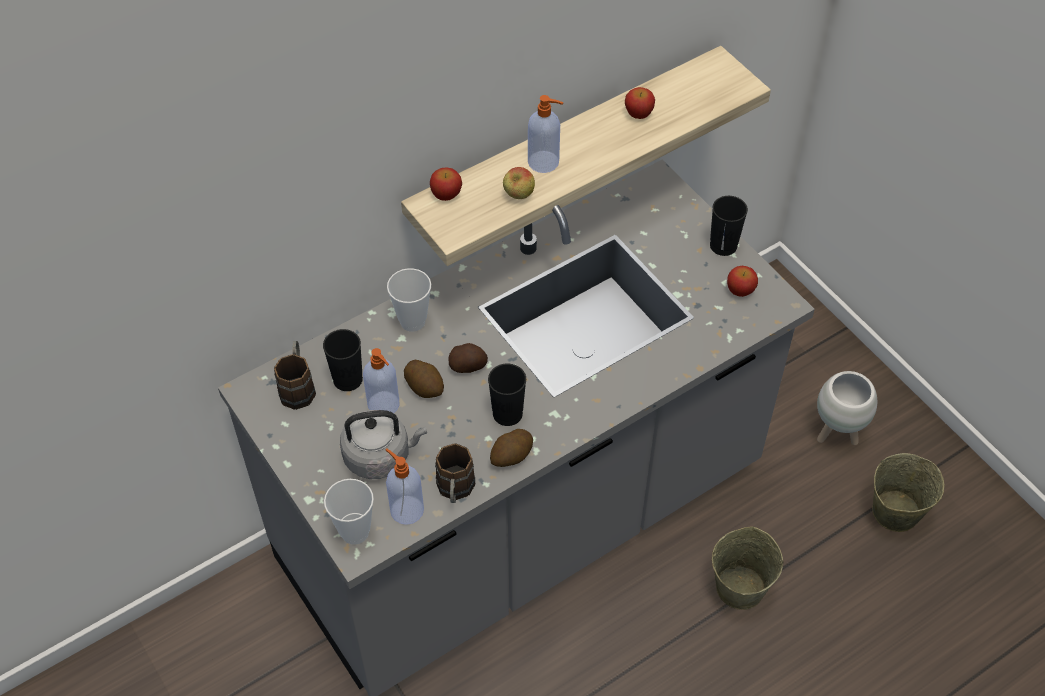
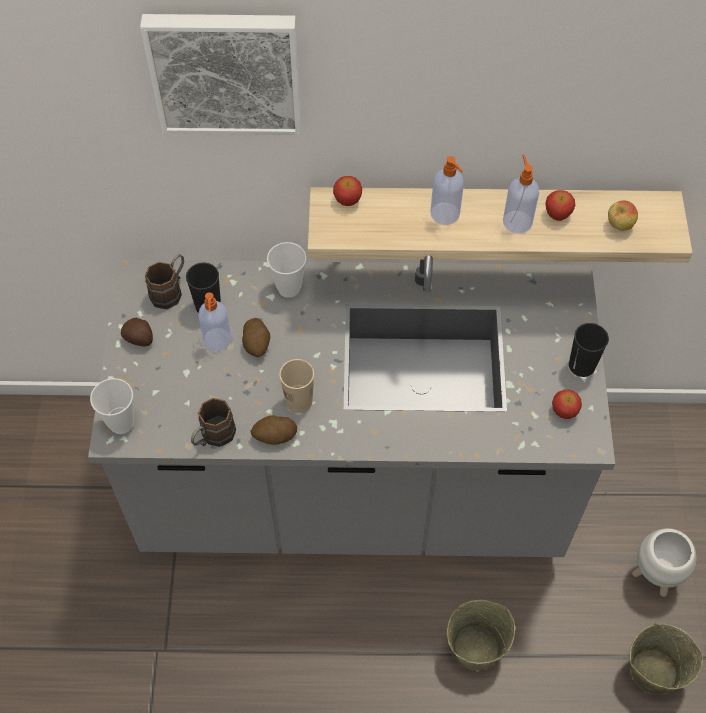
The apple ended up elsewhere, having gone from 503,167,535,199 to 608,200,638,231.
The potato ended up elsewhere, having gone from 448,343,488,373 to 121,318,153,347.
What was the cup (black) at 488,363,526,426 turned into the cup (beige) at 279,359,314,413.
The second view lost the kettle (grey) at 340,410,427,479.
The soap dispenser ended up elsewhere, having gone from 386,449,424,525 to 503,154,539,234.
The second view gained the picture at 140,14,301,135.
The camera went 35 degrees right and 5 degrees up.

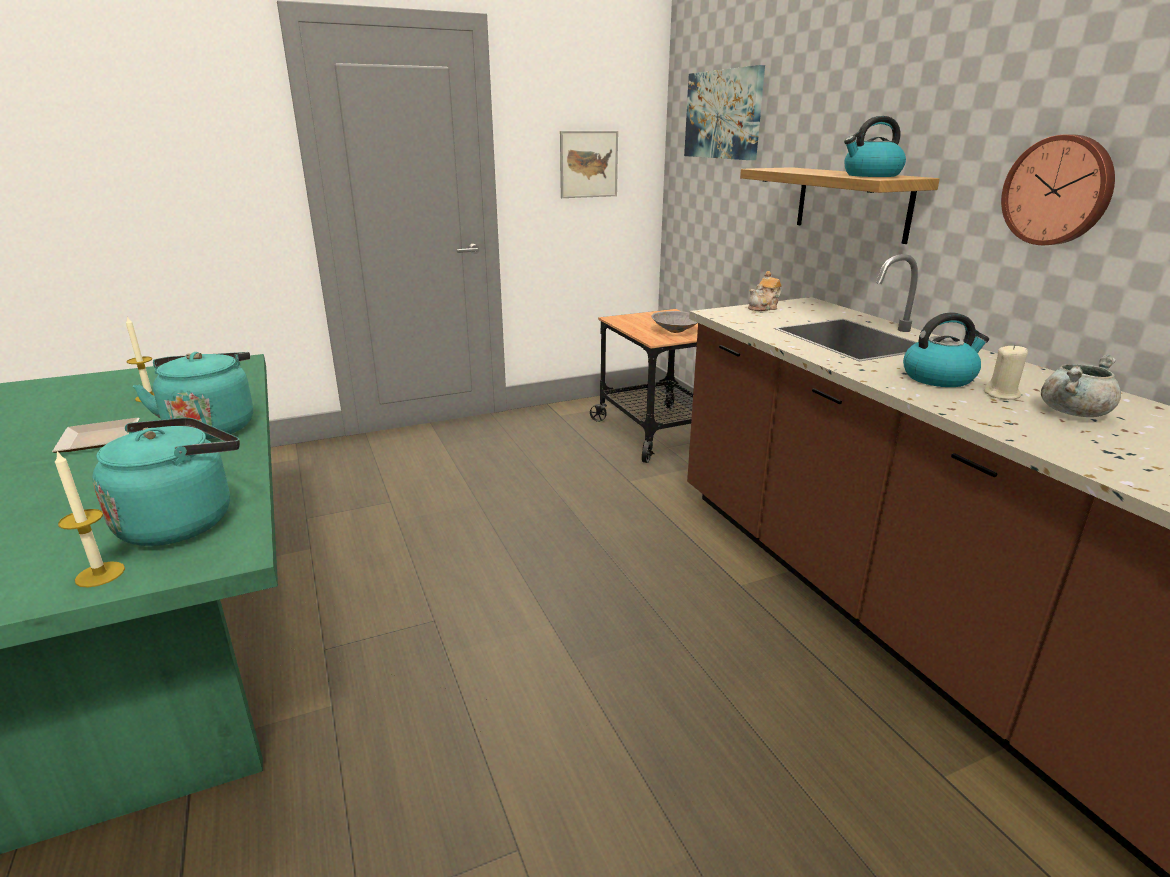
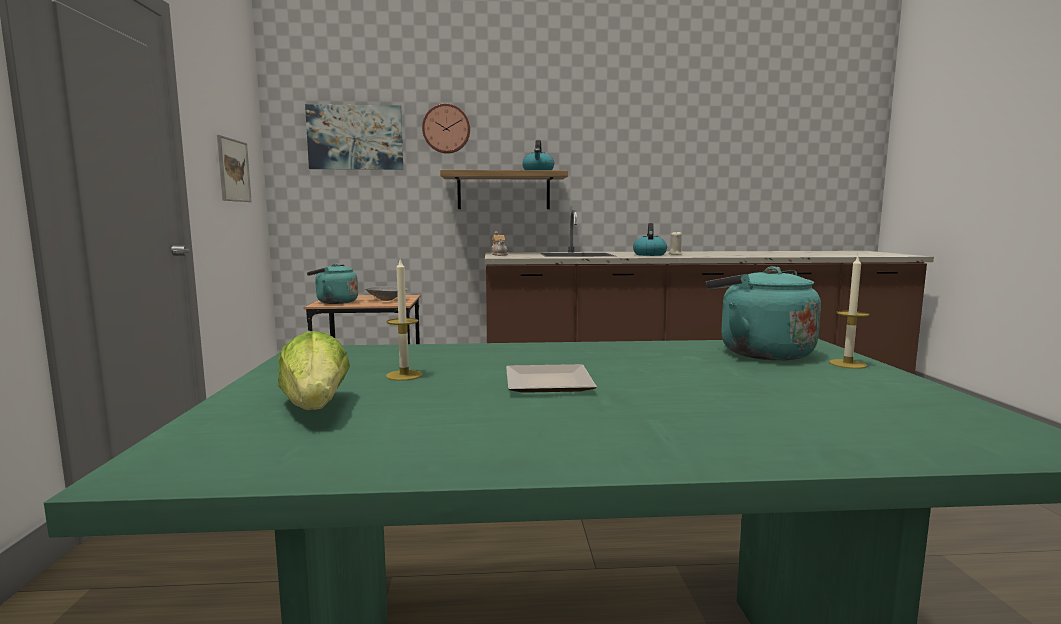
The wall clock ended up elsewhere, having gone from 1001,135,1115,245 to 422,104,470,154.
The kettle (turquoise) ended up elsewhere, having gone from 133,352,253,440 to 307,263,358,304.
The second view lost the cooking pot (grey) at 1041,355,1121,417.
The second view gained the lettuce at 277,331,350,410.
The camera went 70 degrees left and 15 degrees down.

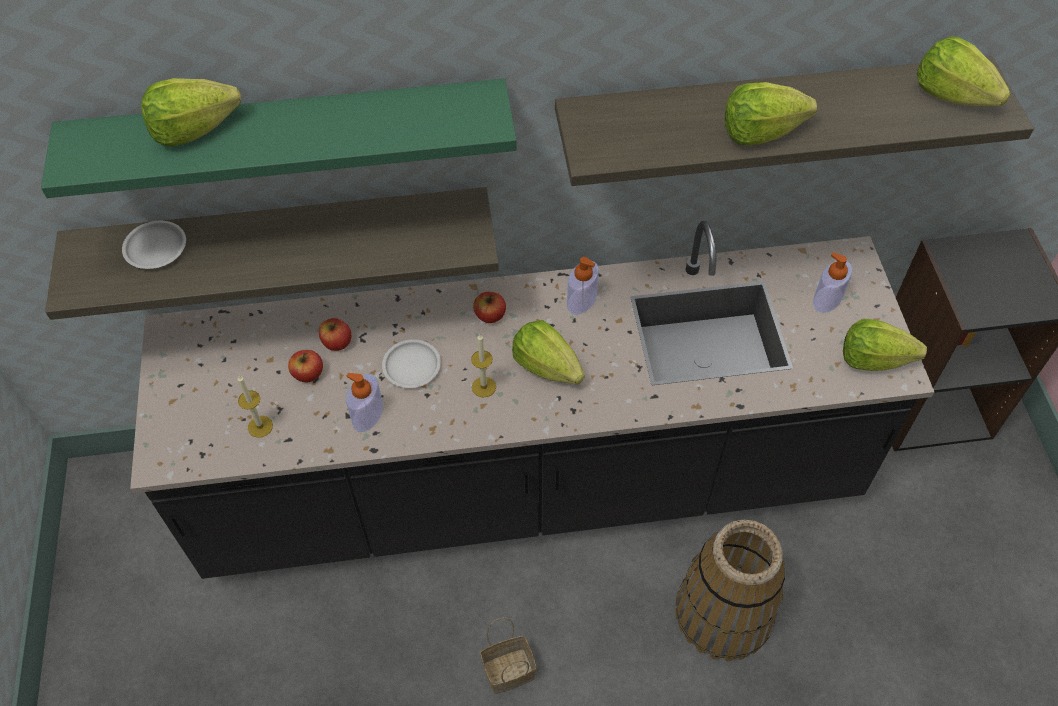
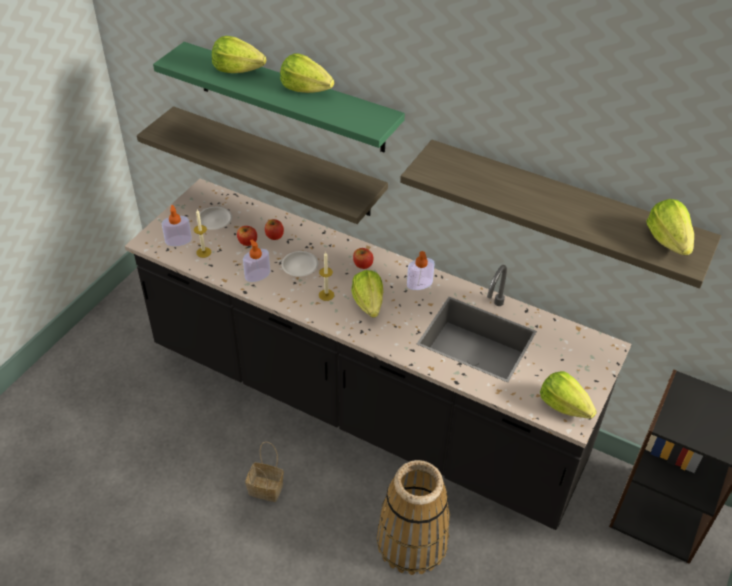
The lettuce ended up elsewhere, having gone from 725,82,817,145 to 280,53,334,93.
The plate (white) ended up elsewhere, having gone from 122,221,186,269 to 200,207,232,230.
The soap dispenser ended up elsewhere, having gone from 813,252,852,313 to 162,205,192,246.
The camera went 35 degrees right and 10 degrees down.

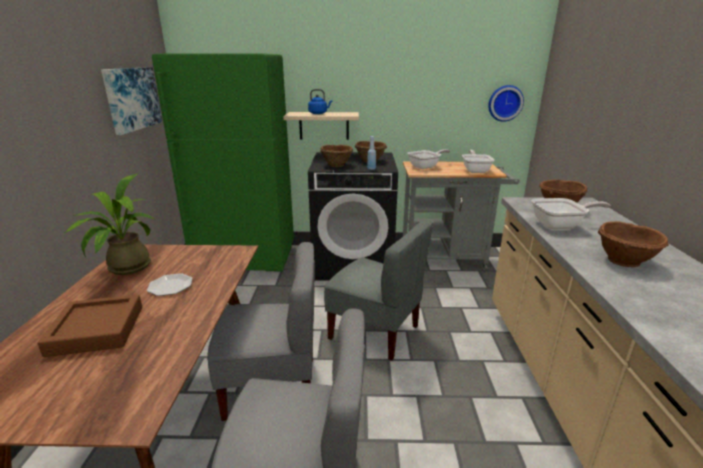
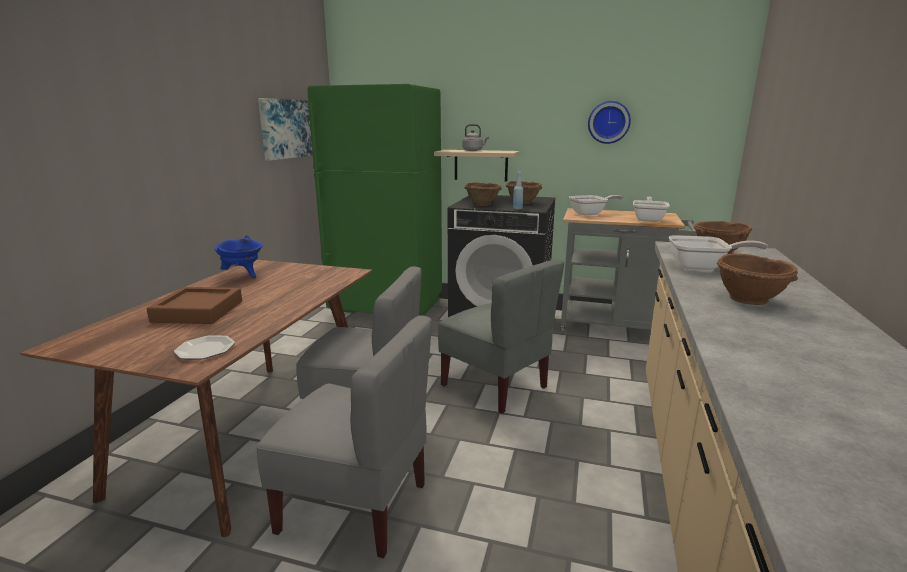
The wall clock ended up elsewhere, having gone from 488,85,524,122 to 588,101,631,144.
What was the kettle (blue) at 308,89,333,114 turned into the kettle (grey) at 462,124,489,151.
Where the potted plant stood at 64,174,156,275, the cooking pot (blue) came to stand at 213,235,263,278.
The plate ended up elsewhere, having gone from 147,273,193,296 to 174,336,235,360.
The camera went 15 degrees right and 5 degrees down.

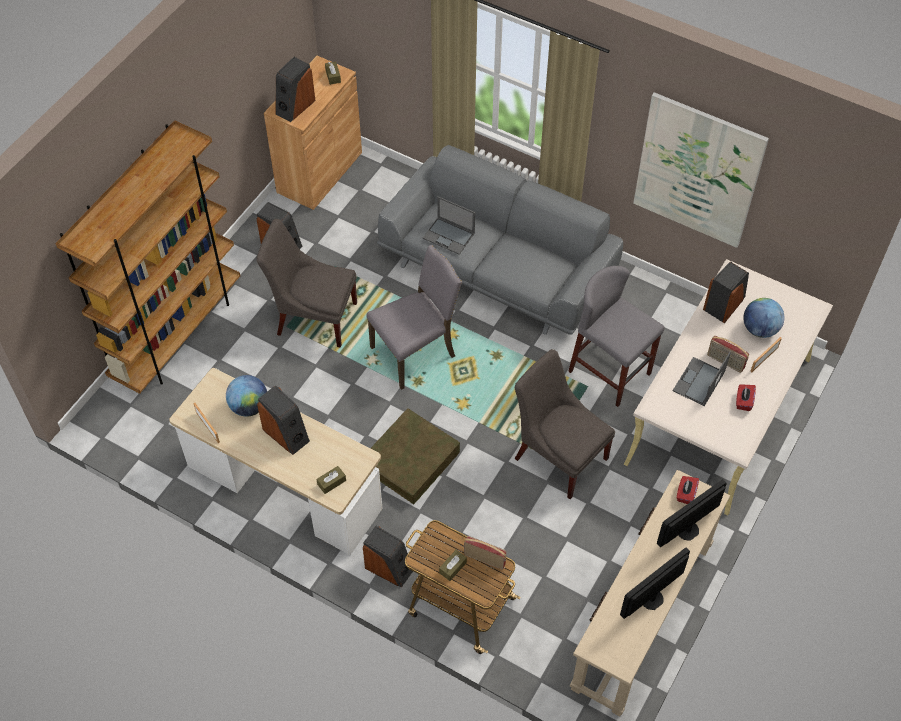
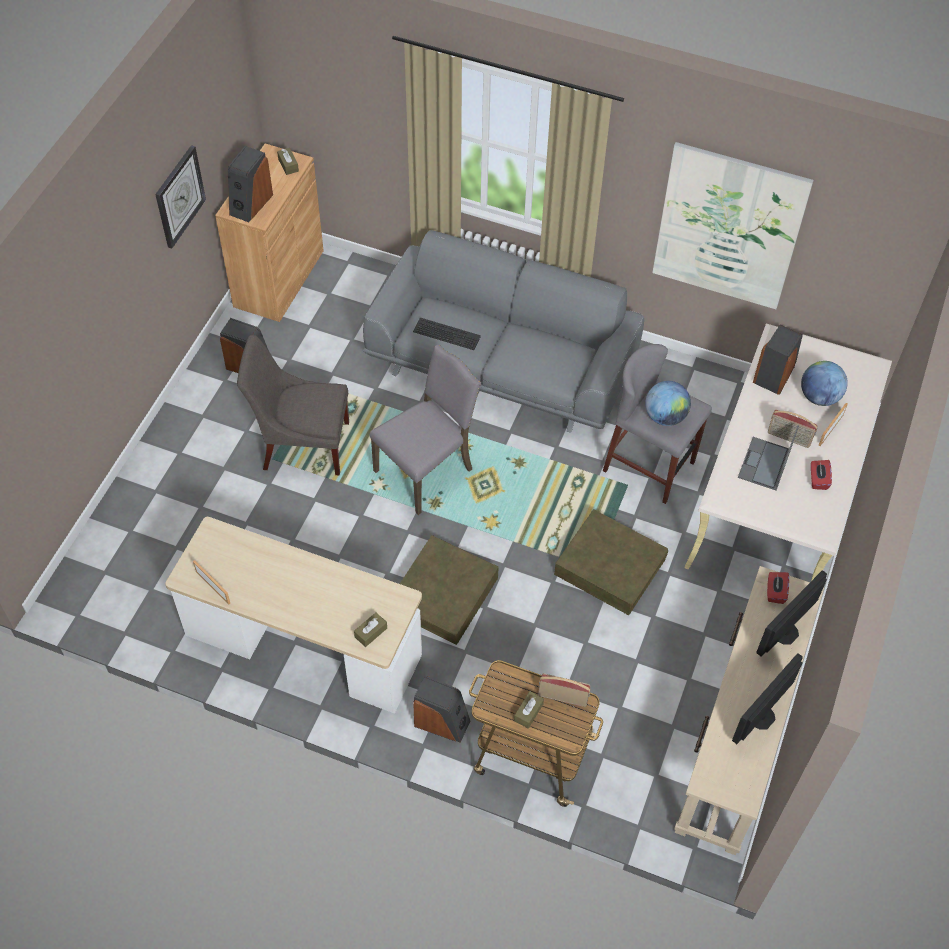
The second view lost the bookcase (brown) at 55,120,240,394.
Where the laptop stood at 423,196,475,255, the keyboard came to stand at 413,318,481,350.
Where the chair (grey) stood at 515,349,615,499, the storage box (brown) came to stand at 554,509,668,615.
The globe ended up elsewhere, having gone from 226,375,267,417 to 645,381,691,426.
The second view lost the speaker at 257,385,310,455.
The second view gained the wall clock at 155,145,206,249.
The camera went 10 degrees left and 0 degrees up.

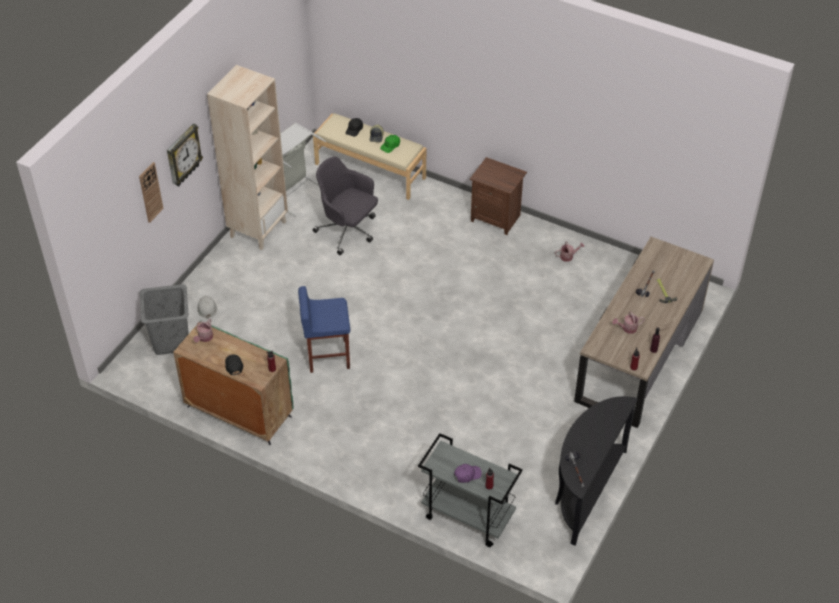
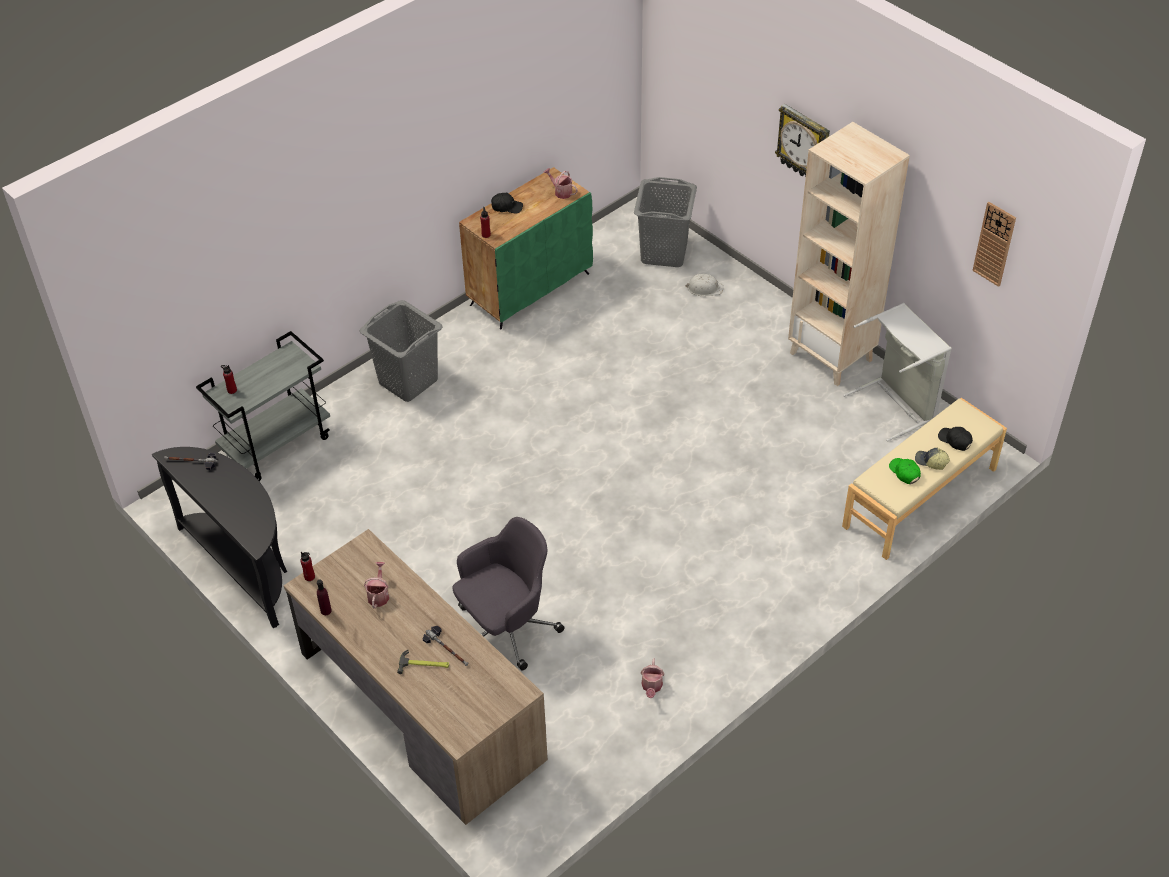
The office chair (grey) ended up elsewhere, having gone from 312,156,378,255 to 452,517,564,671.
The second view lost the nightstand (brown) at 470,157,527,235.
The wall clock ended up elsewhere, having gone from 139,162,164,223 to 972,202,1016,287.
The second view lost the stool (blue) at 298,286,350,373.
The second view lost the cap (purple) at 454,464,482,483.
The second view gained the laundry basket (grey) at 360,300,443,402.
The camera went 110 degrees right and 0 degrees up.

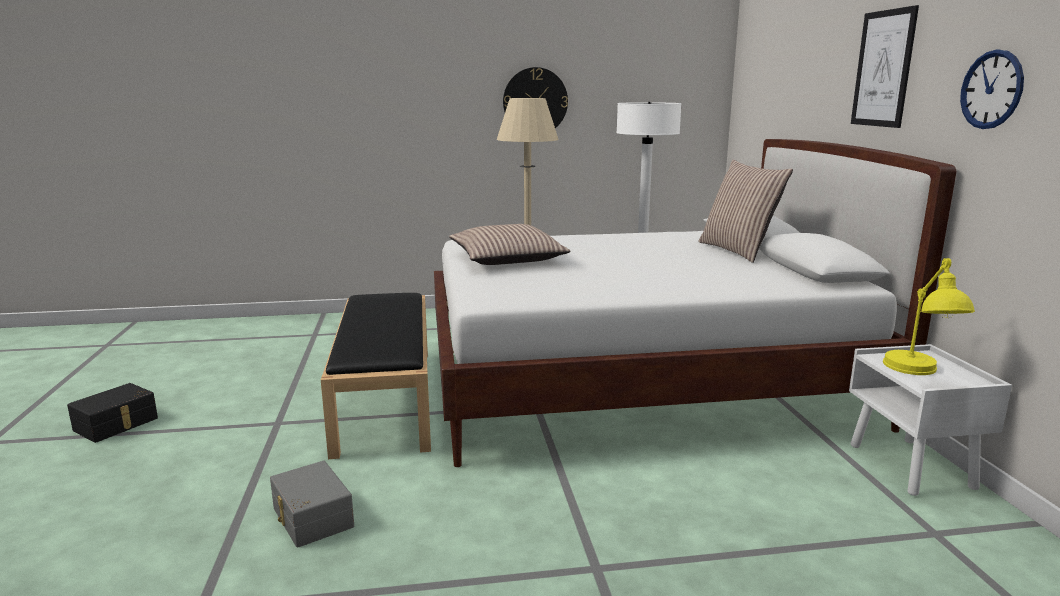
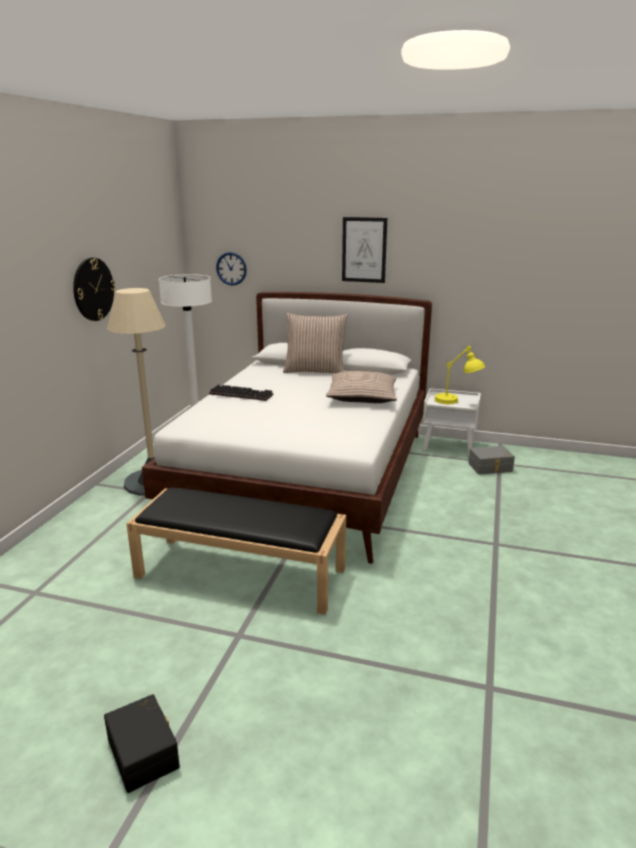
The wall clock ended up elsewhere, having gone from 960,50,1024,129 to 216,252,247,285.
The pillow ended up elsewhere, having gone from 449,224,570,265 to 326,371,397,403.
The storage box (grey) ended up elsewhere, having gone from 270,461,354,547 to 468,446,515,475.
The second view gained the keyboard at 209,385,273,401.
The camera went 65 degrees left and 5 degrees up.

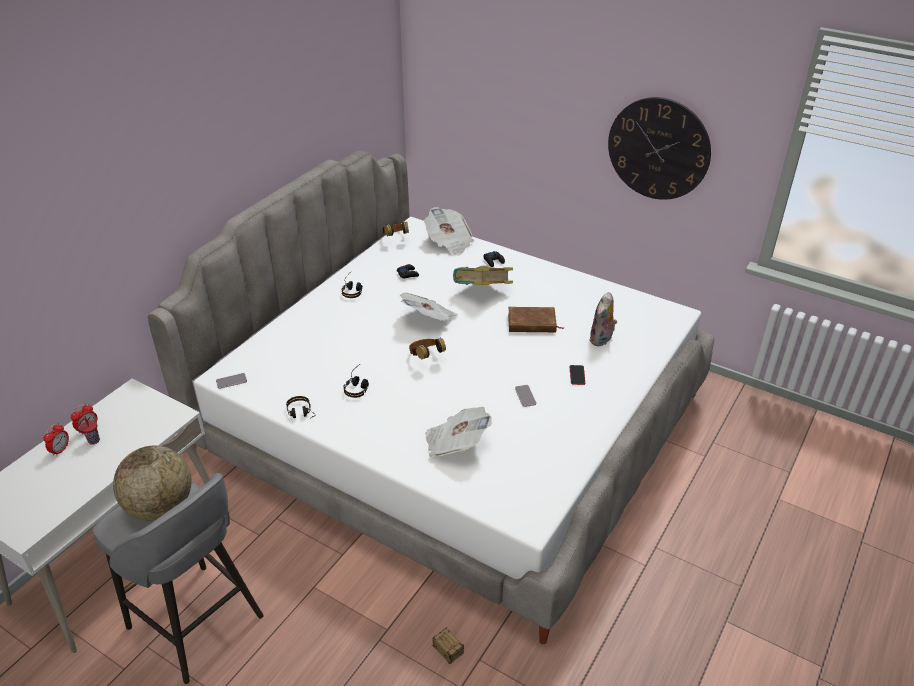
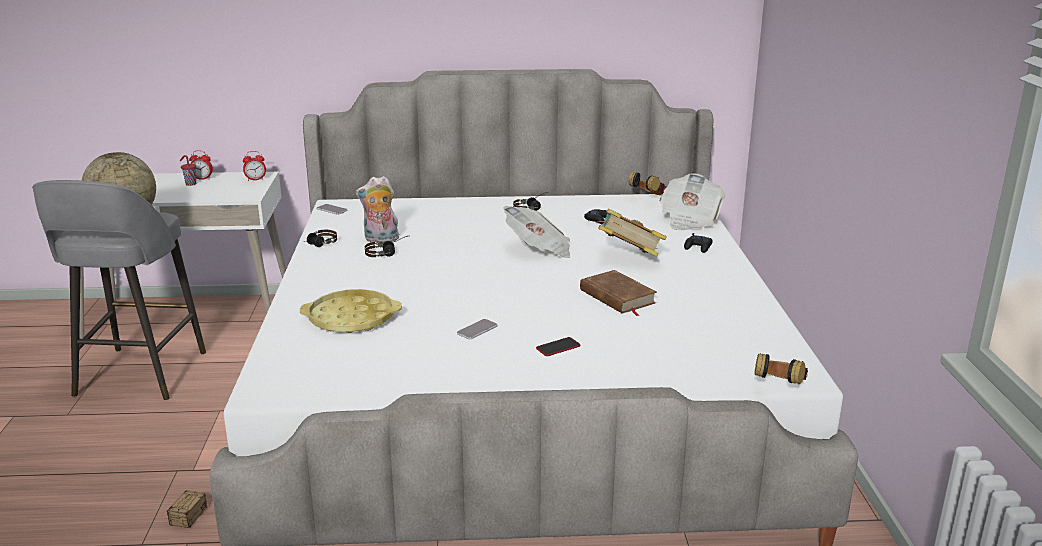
The second view lost the wall clock at 608,97,711,200.
The plush toy ended up elsewhere, having gone from 589,292,617,346 to 355,176,399,242.
The headphones ended up elsewhere, having gone from 409,338,446,359 to 754,353,808,385.
Where the newspaper stood at 425,407,492,457, the tray (yellow) came to stand at 300,289,402,333.
The alarm clock ended up elsewhere, having gone from 44,423,69,456 to 243,151,266,181.
The camera went 55 degrees right and 15 degrees down.

